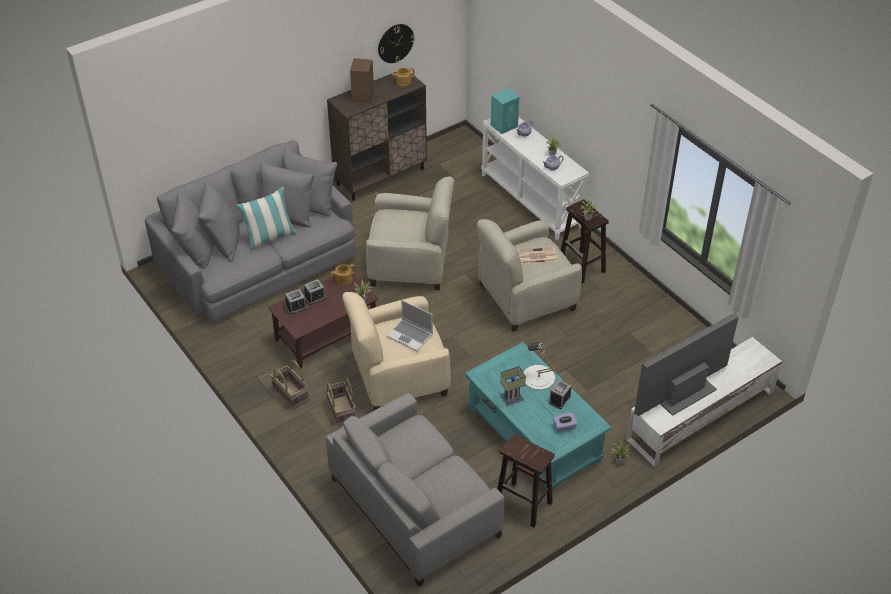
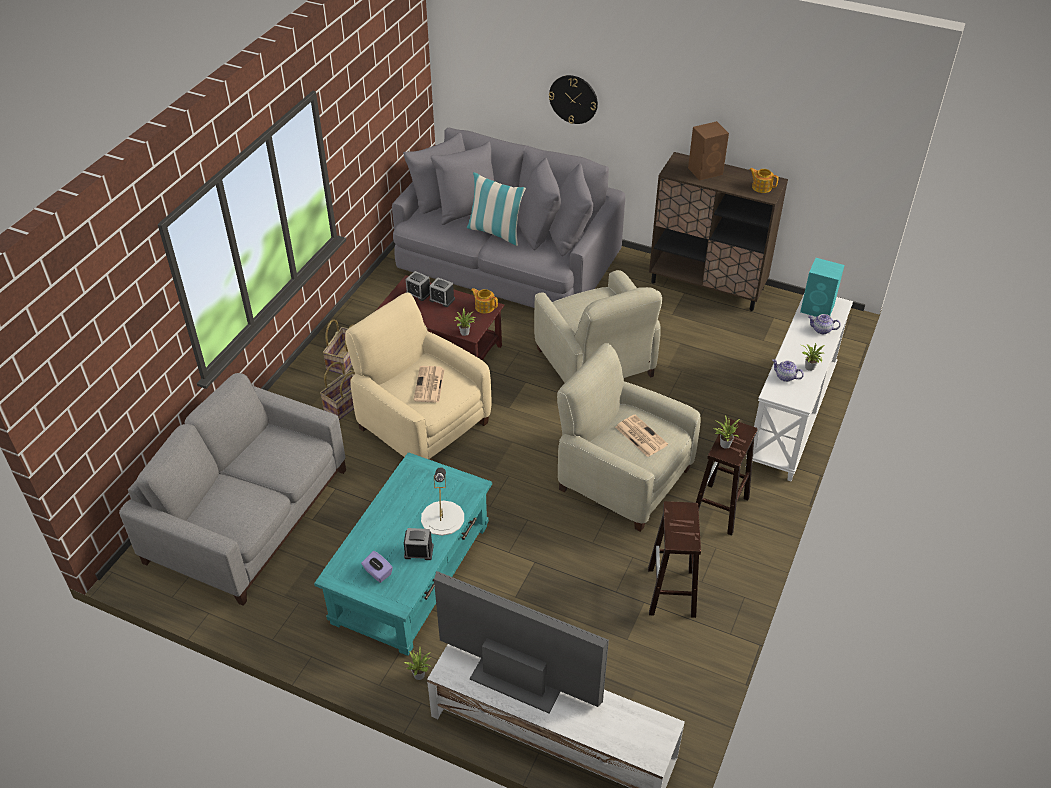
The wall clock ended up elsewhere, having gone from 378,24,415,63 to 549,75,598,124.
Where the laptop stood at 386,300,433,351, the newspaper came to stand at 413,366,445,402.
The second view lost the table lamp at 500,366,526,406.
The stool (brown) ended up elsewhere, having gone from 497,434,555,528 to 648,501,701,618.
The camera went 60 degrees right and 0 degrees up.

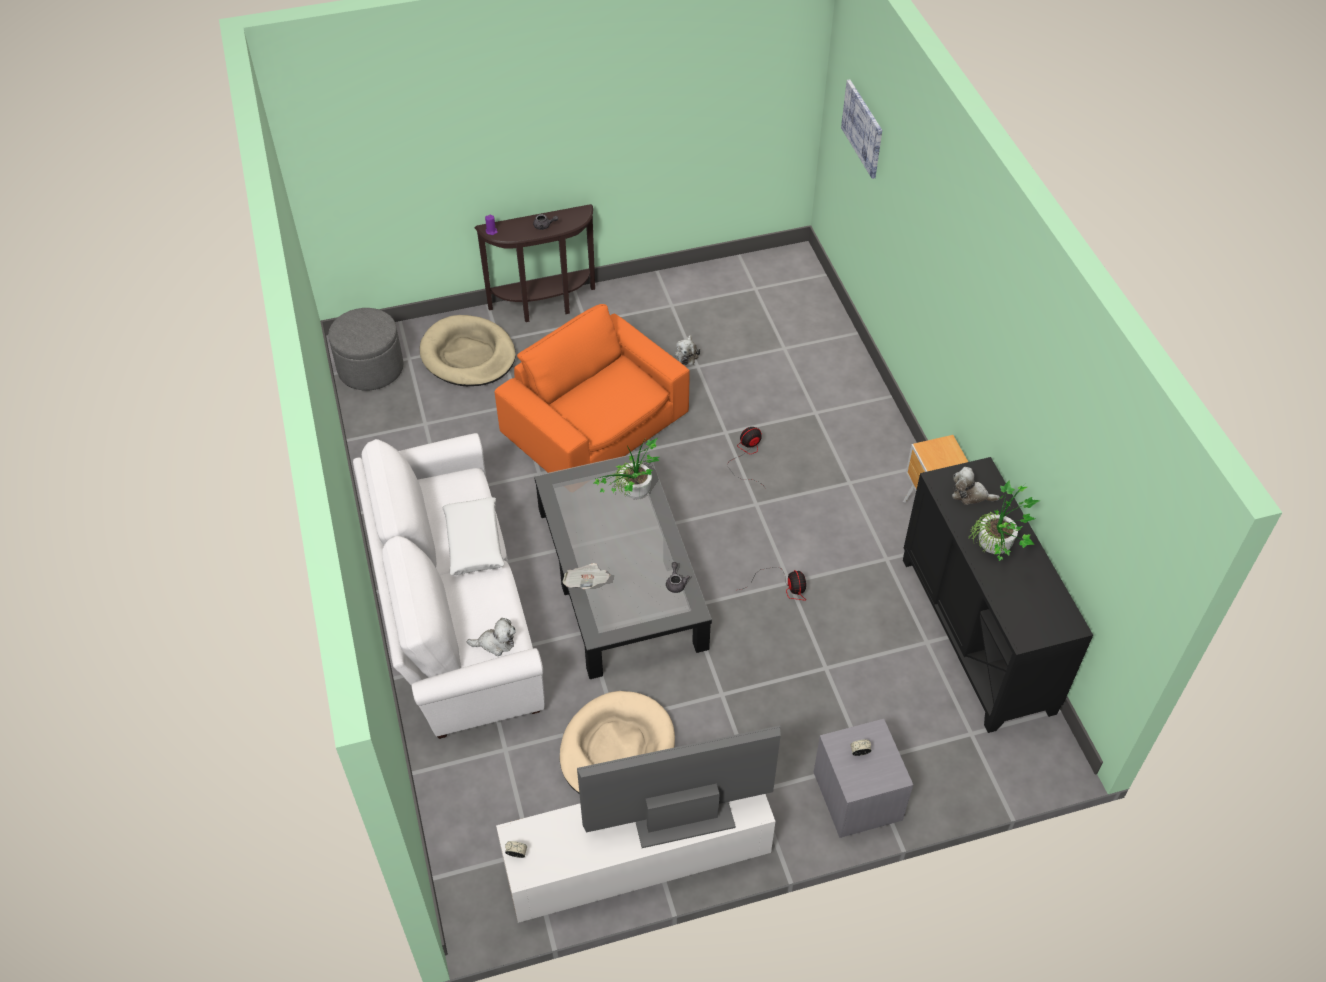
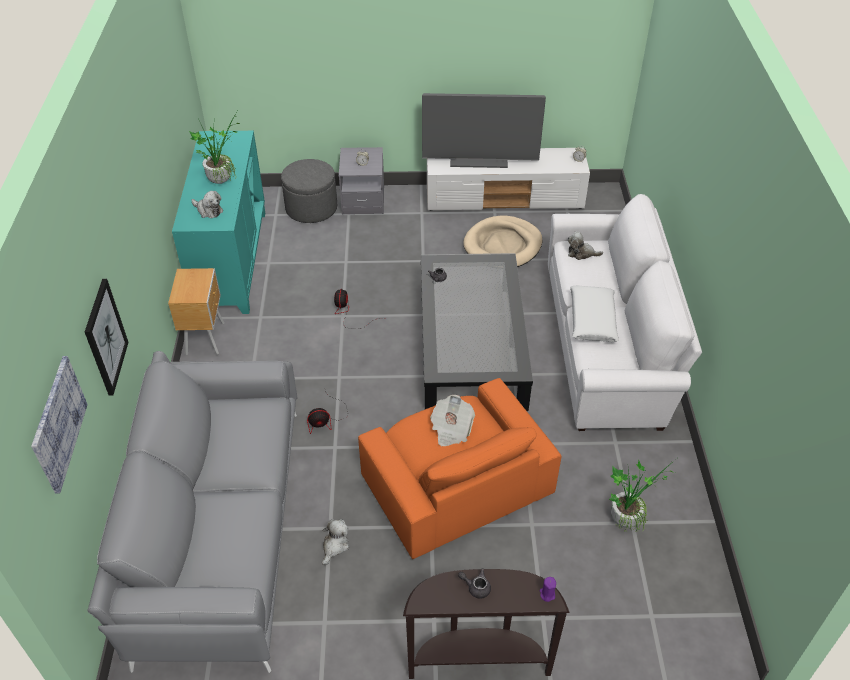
The ottoman (grey) ended up elsewhere, having gone from 328,308,404,391 to 281,159,337,223.
The second view lost the dog bed (beige) at 420,315,516,386.
The potted plant ended up elsewhere, having gone from 594,438,659,499 to 609,460,675,532.
What was the cabinet (black) at 903,457,1093,733 turned into the cabinet (turquoise) at 172,131,265,314.
The newspaper ended up elsewhere, having gone from 562,563,611,589 to 430,395,475,446.
The second view gained the picture at 85,279,128,396.
The second view gained the sofa (grey) at 87,351,297,673.
The camera went 165 degrees left and 5 degrees down.

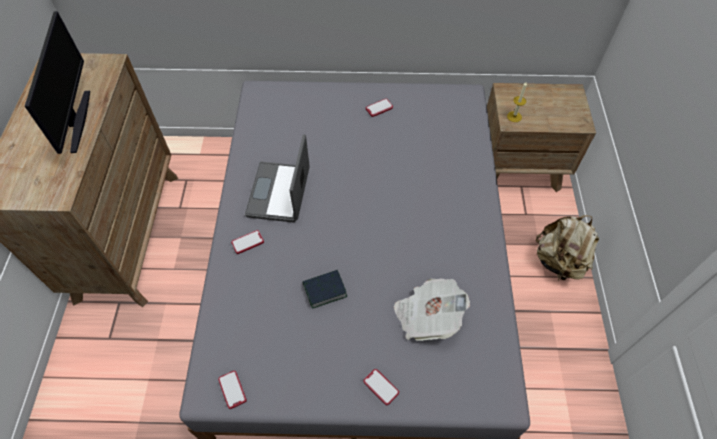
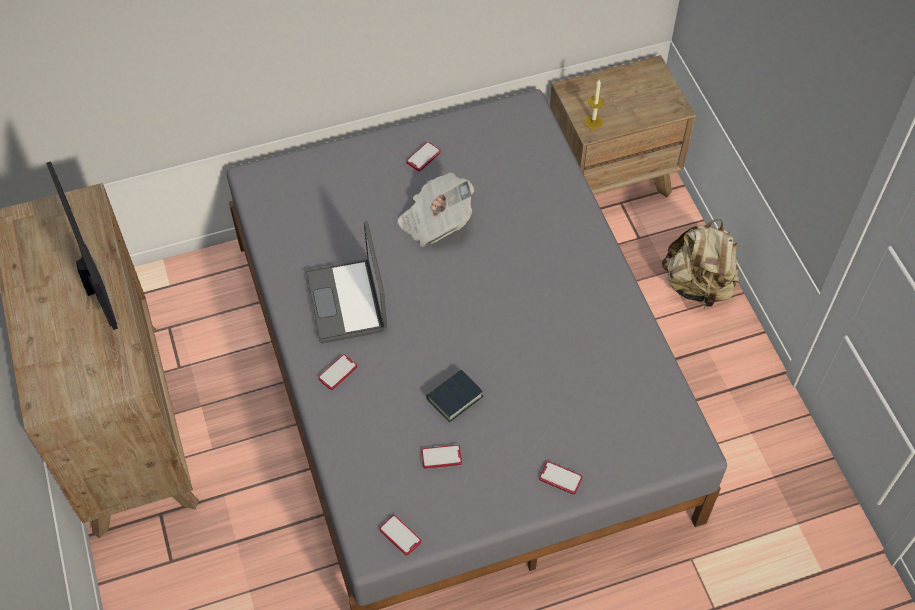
The newspaper ended up elsewhere, having gone from 394,278,470,341 to 398,173,475,247.
The second view gained the phone at 421,445,462,469.
The camera went 20 degrees left and 0 degrees up.

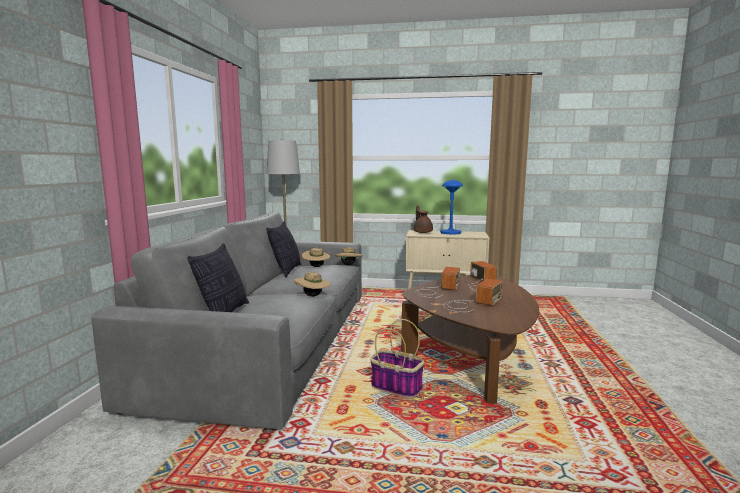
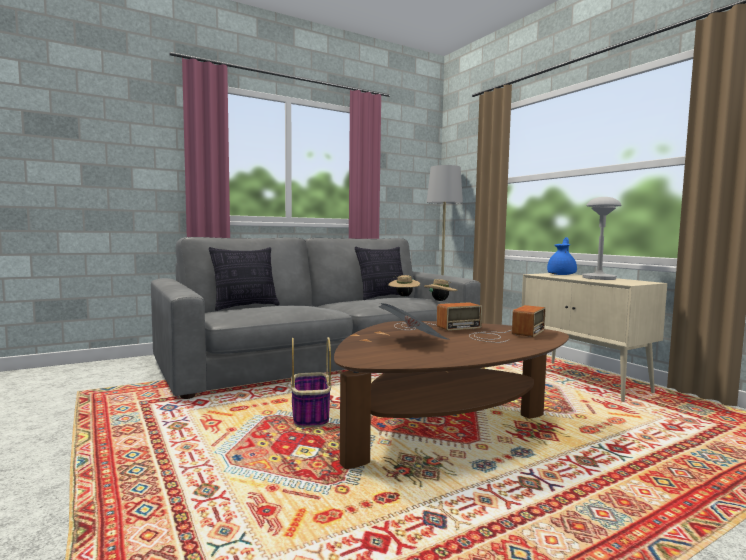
What was the table lamp (blue) at 440,180,463,234 turned into the table lamp (grey) at 582,197,621,280.
What was the teapot (brown) at 414,205,433,233 turned into the teapot (blue) at 547,237,577,275.
The second view lost the hat (beige) at 294,272,331,297.
Where the radio stood at 445,279,503,312, the newspaper came to stand at 379,303,449,340.
The camera went 50 degrees right and 5 degrees down.

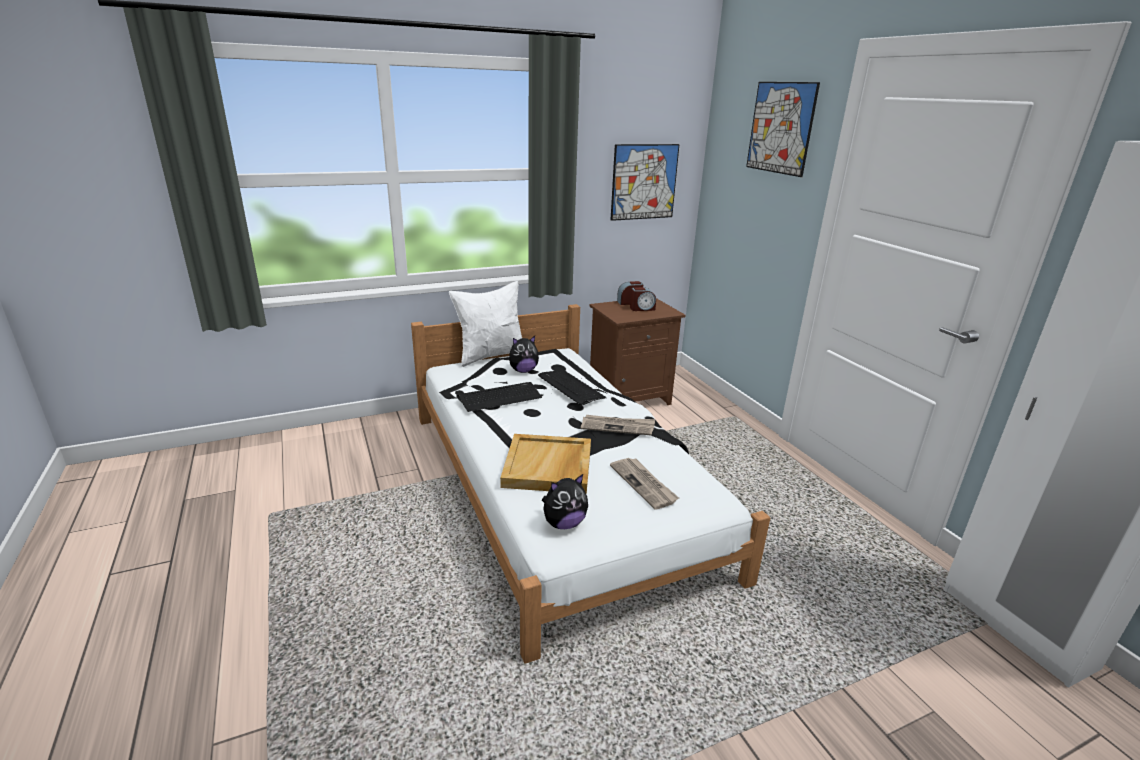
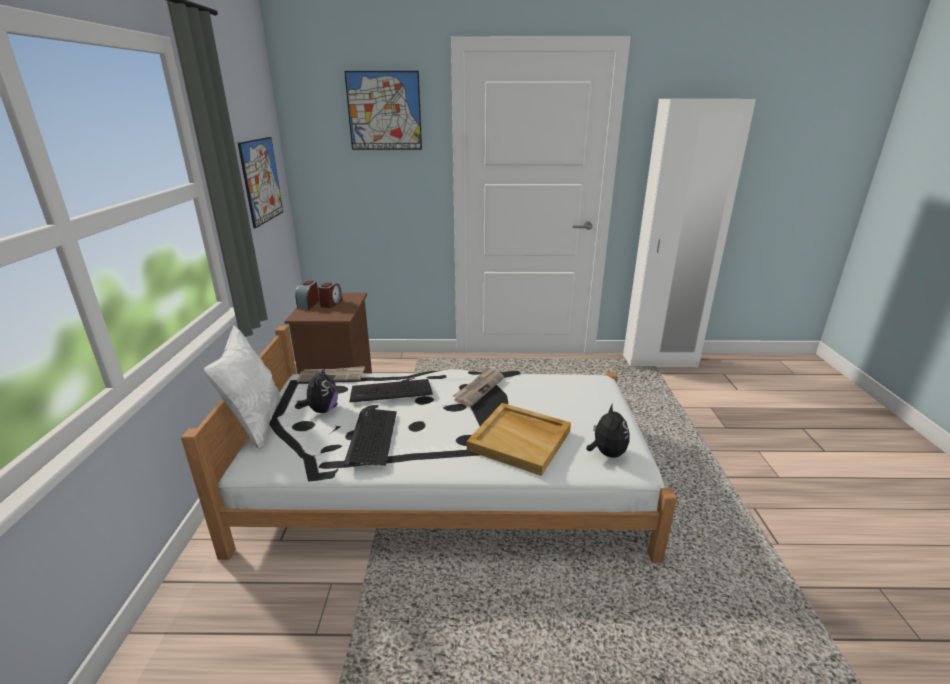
The newspaper ended up elsewhere, having gone from 610,458,679,510 to 297,366,365,382.
The camera went 65 degrees left and 0 degrees up.

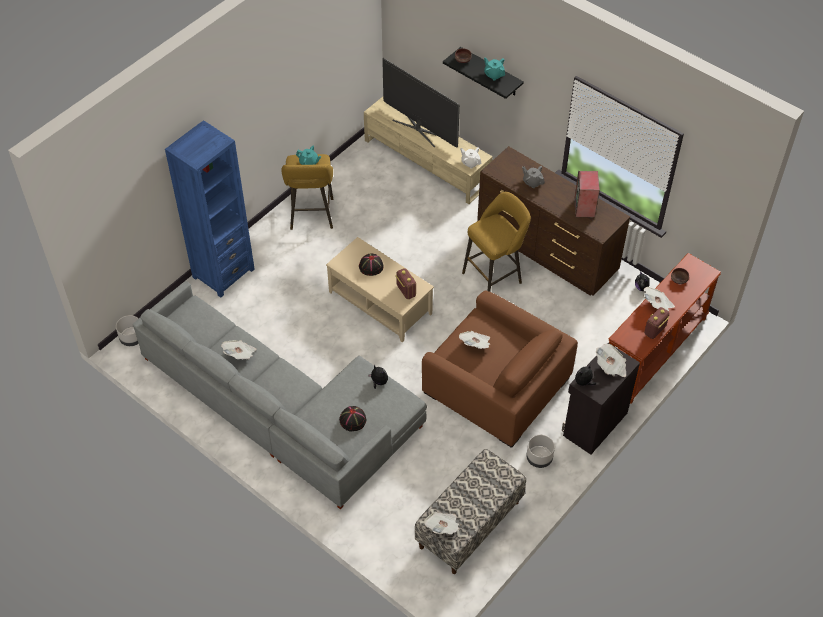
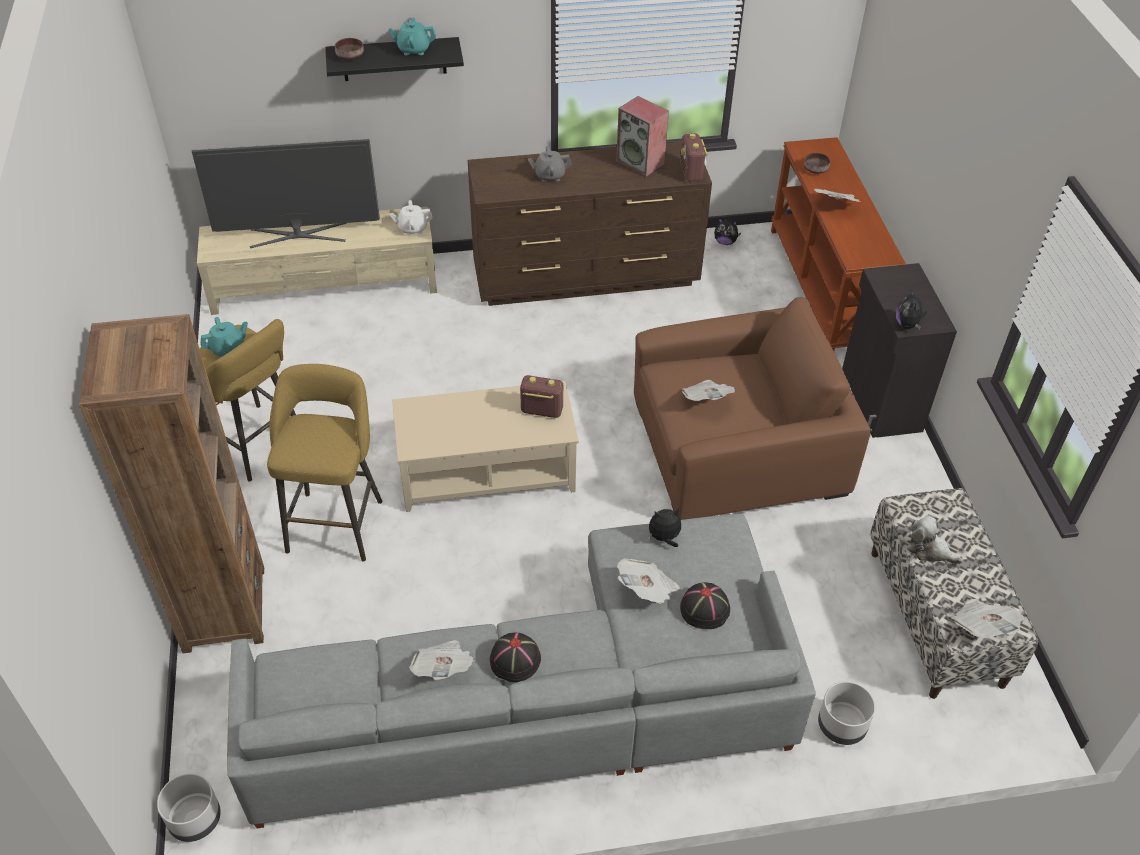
What was the bookcase (blue) at 165,120,255,298 turned into the bookcase (brown) at 79,314,264,653.
The stool (yellow) ended up elsewhere, having gone from 462,192,531,292 to 267,364,382,561.
The hat (black) ended up elsewhere, having gone from 359,254,384,276 to 490,632,541,682.
The radio ended up elsewhere, having gone from 644,307,670,339 to 680,133,708,182.
The newspaper ended up elsewhere, having gone from 596,344,626,377 to 617,558,680,604.
The planter (grey) ended up elsewhere, having gone from 526,435,555,468 to 818,681,875,745.
The second view gained the plush toy at 907,515,963,564.
The camera went 50 degrees left and 5 degrees down.

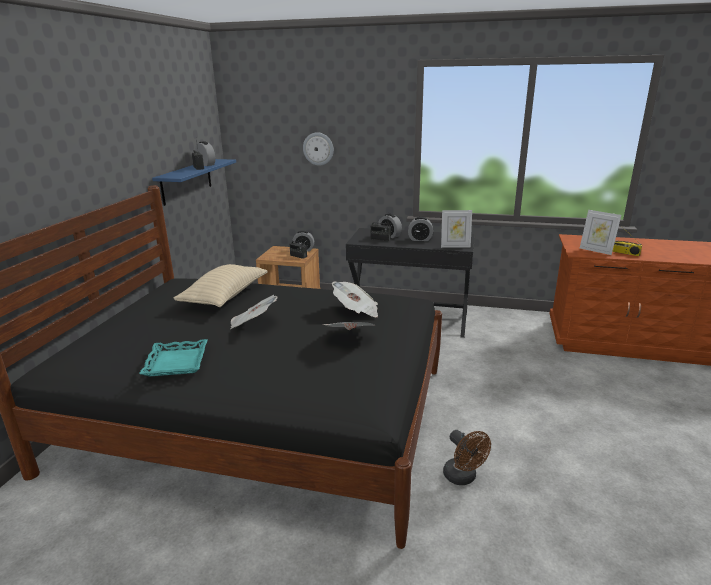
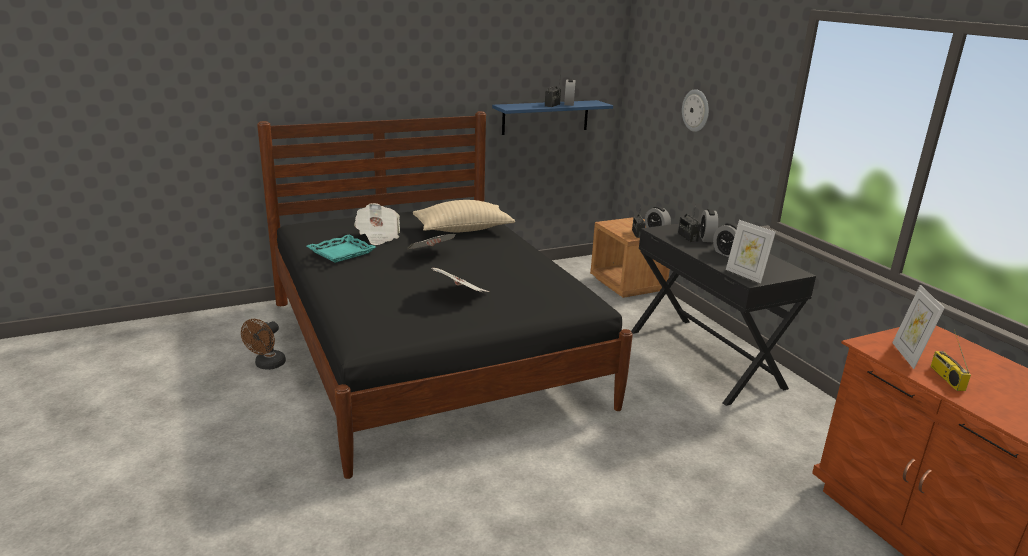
The newspaper ended up elsewhere, having gone from 332,281,378,317 to 354,203,400,245.
The fan (brown) ended up elsewhere, having gone from 443,430,491,485 to 241,319,286,370.
The camera went 50 degrees right and 0 degrees up.

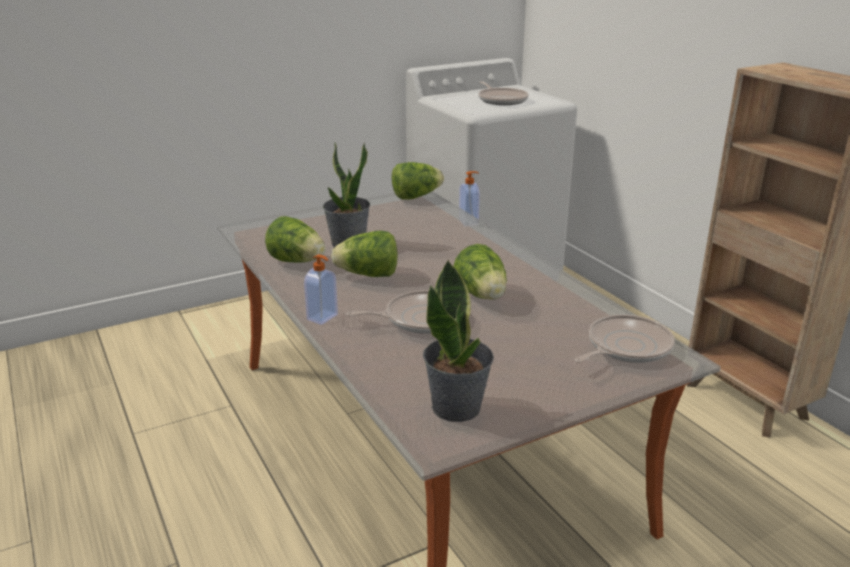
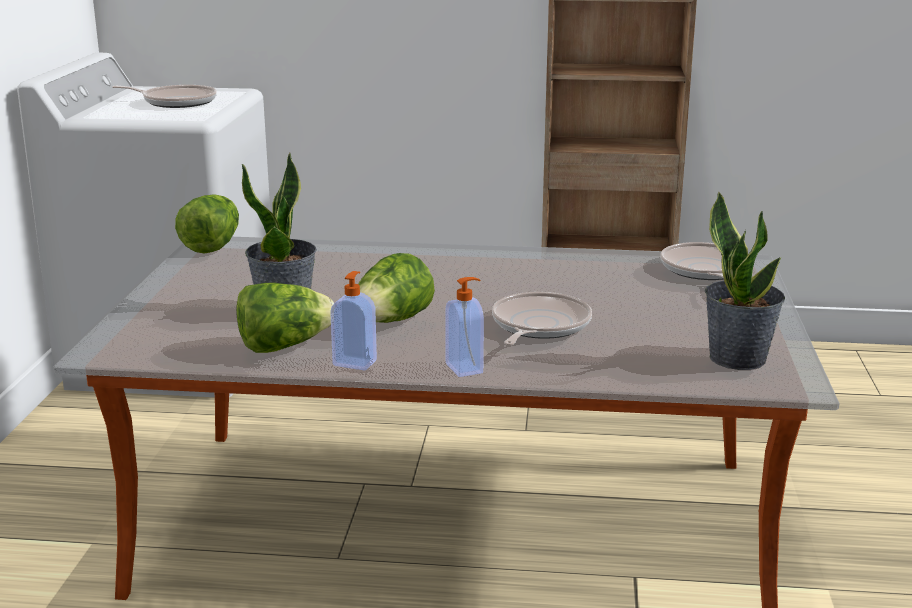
The soap dispenser ended up elsewhere, having gone from 459,171,480,227 to 330,271,377,371.
The second view lost the lettuce at 453,244,507,300.
The camera went 55 degrees left and 5 degrees down.

